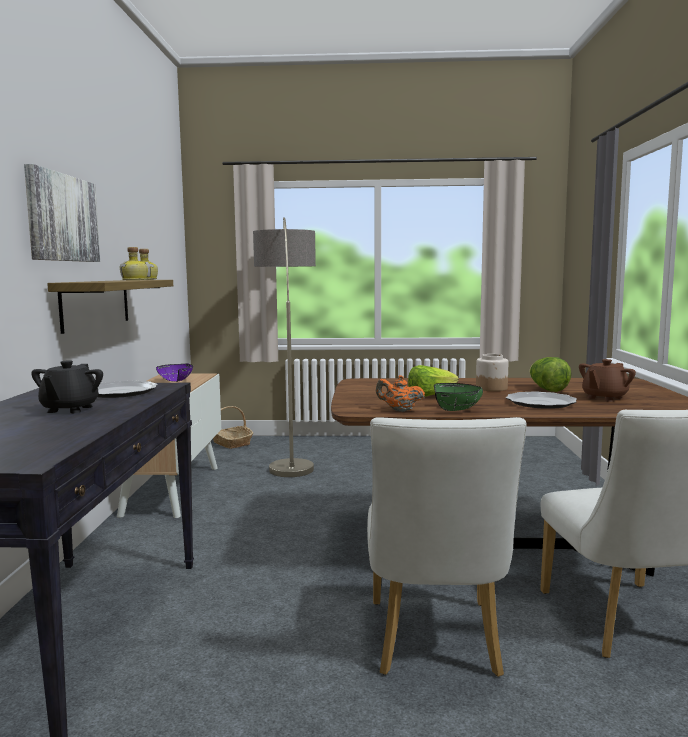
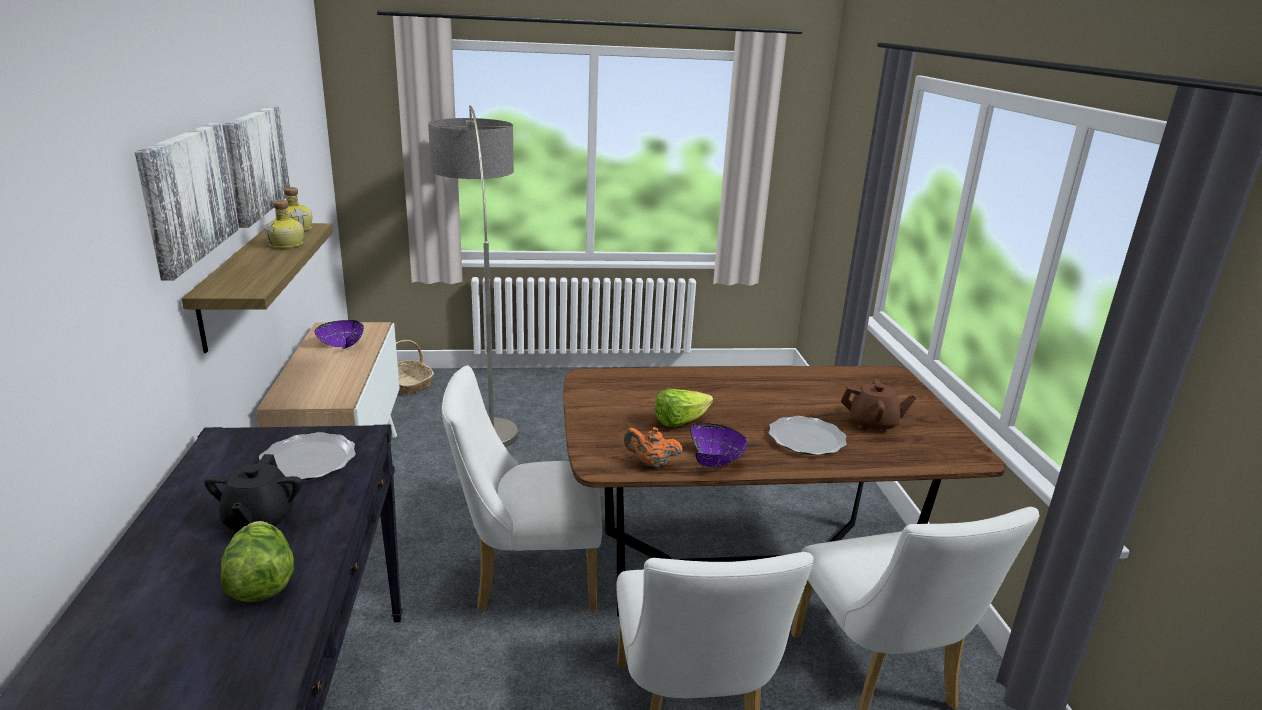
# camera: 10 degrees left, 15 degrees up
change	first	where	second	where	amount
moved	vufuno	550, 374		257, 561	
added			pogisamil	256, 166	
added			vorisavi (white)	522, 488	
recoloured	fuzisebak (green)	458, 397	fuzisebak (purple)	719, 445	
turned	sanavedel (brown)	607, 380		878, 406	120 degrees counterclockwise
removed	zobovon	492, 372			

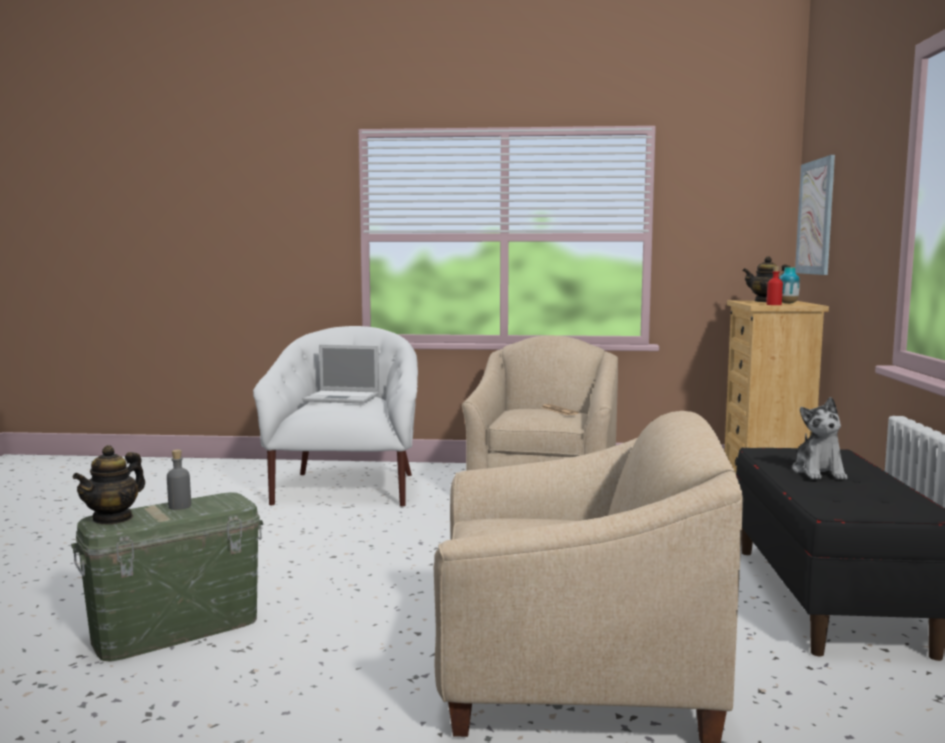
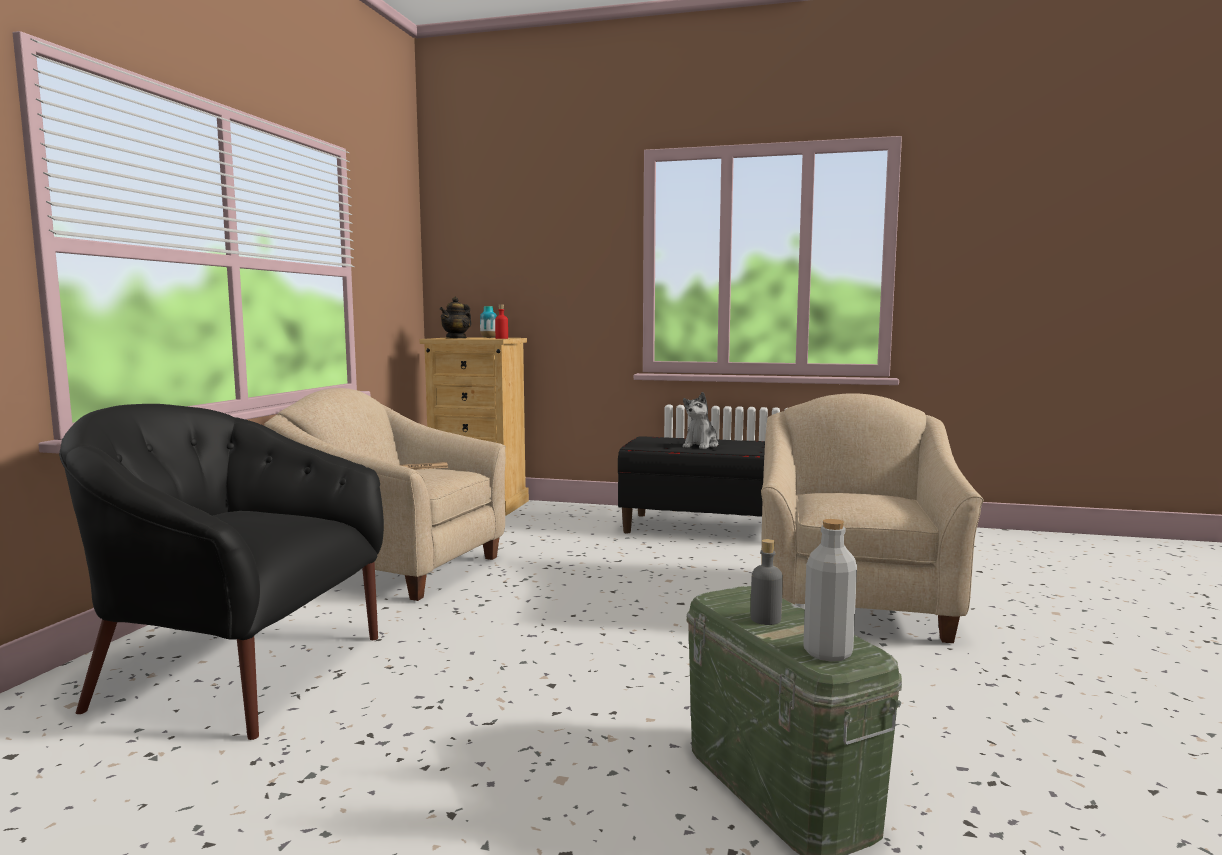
# camera: 80 degrees left, 0 degrees up
change	first	where	second	where	amount
recoloured	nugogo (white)	335, 416	nugogo (black)	221, 572	
turned	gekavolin	819, 438		700, 420	105 degrees clockwise
replaced	sanavedel	109, 485	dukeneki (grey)	830, 590	
removed	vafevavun	340, 374			
removed	pogisamil	815, 215			

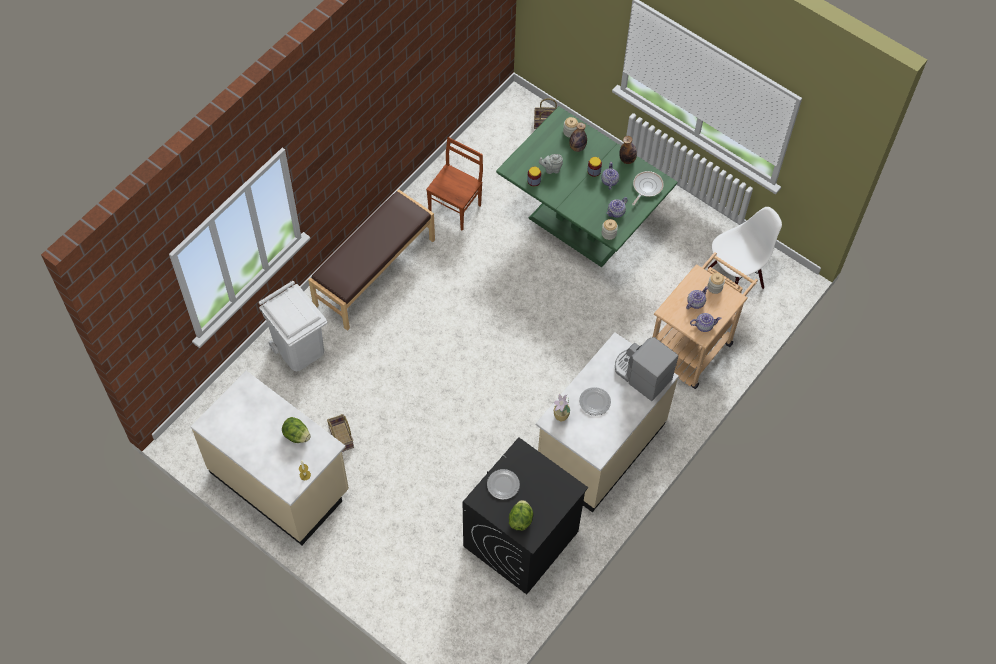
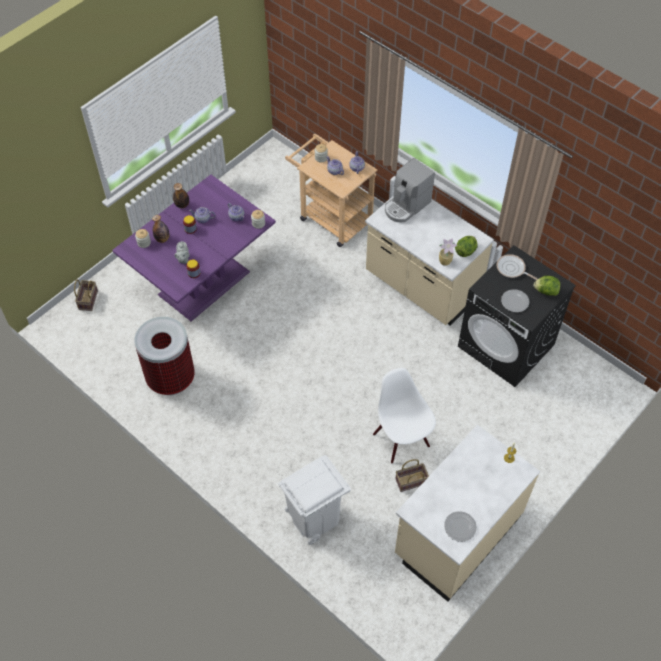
# camera: 85 degrees left, 5 degrees down
change	first	where	second	where	amount
recoloured	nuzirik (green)	586, 186	nuzirik (purple)	194, 248	
replaced	vorisavi (brown)	454, 184	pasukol	164, 356	
moved	vorisavi (white)	745, 248		404, 416	
moved	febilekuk	595, 401		460, 526	
moved	vufuno	296, 430		466, 246	
moved	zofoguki	648, 188		517, 267	
removed	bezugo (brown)	371, 260			

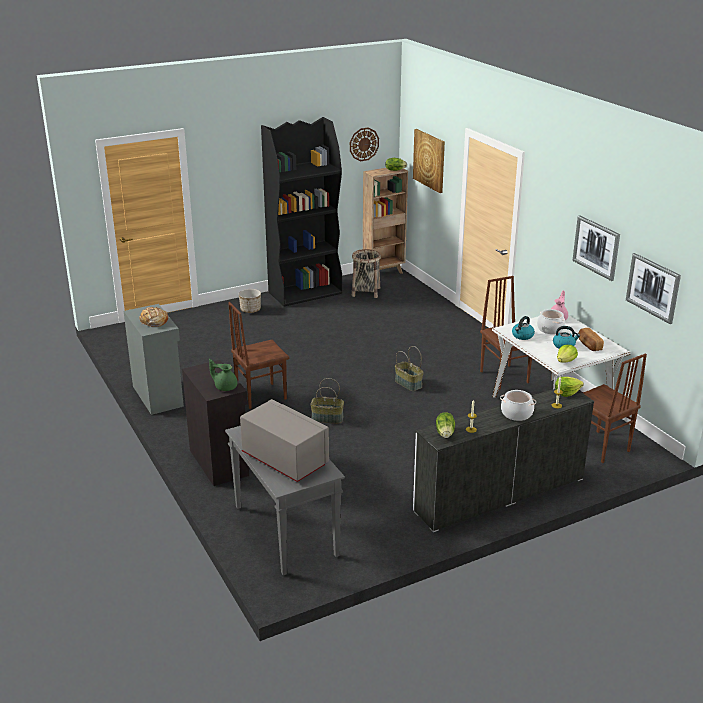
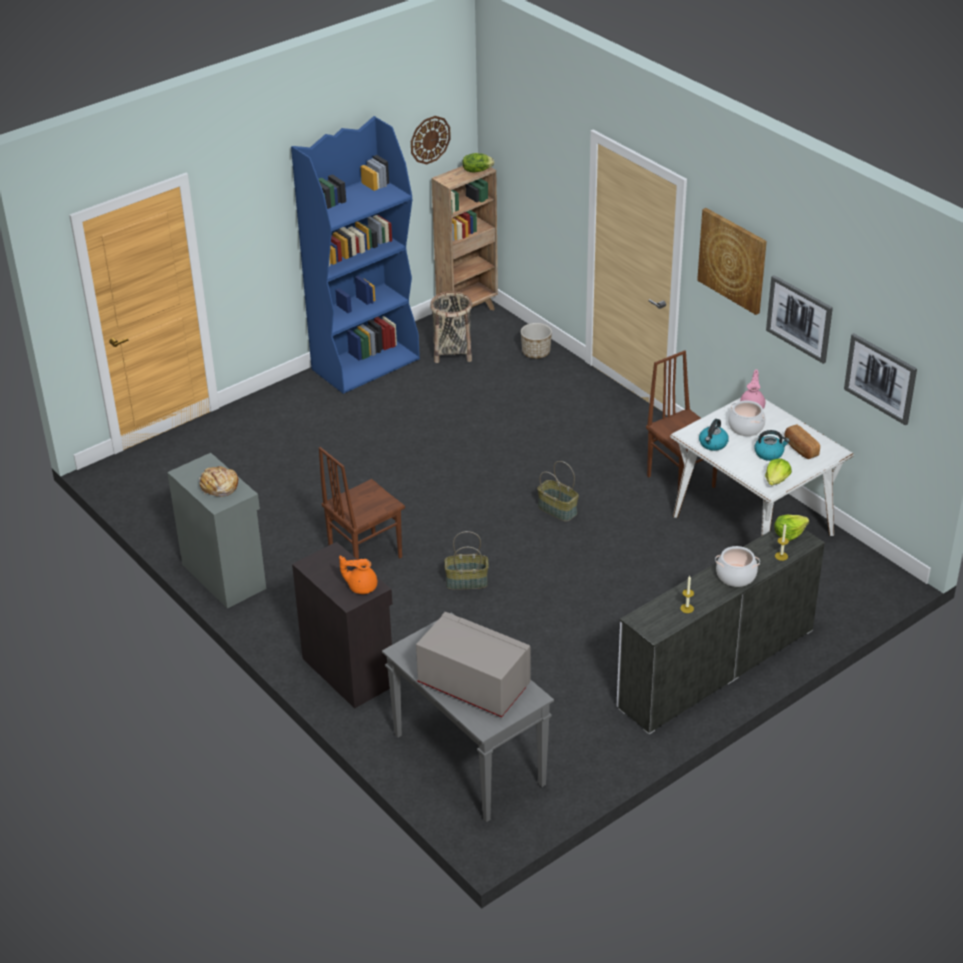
# camera: 10 degrees left, 10 degrees up
change	first	where	second	where	amount
recoloured	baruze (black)	301, 211	baruze (blue)	355, 255	
recoloured	sanavedel (green)	223, 375	sanavedel (orange)	358, 575	
moved	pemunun	250, 301		536, 341	
moved	pogisamil	429, 161		732, 261	
removed	vufuno	445, 425			
removed	vorisavi (brown)	615, 408			

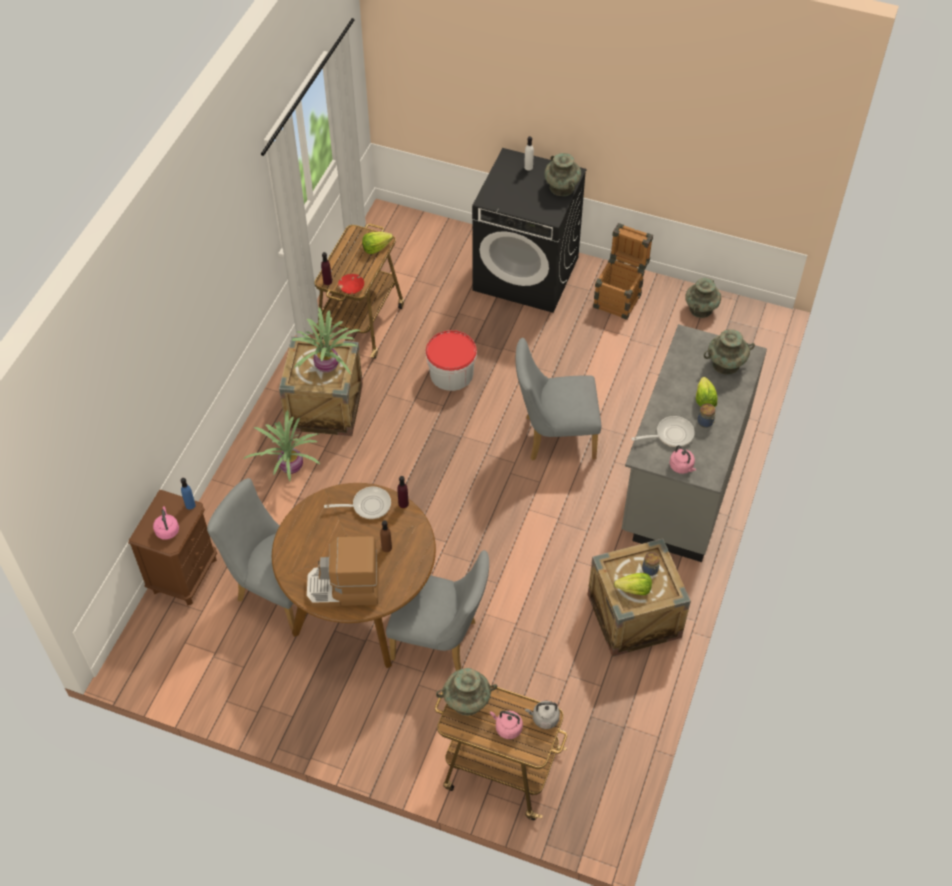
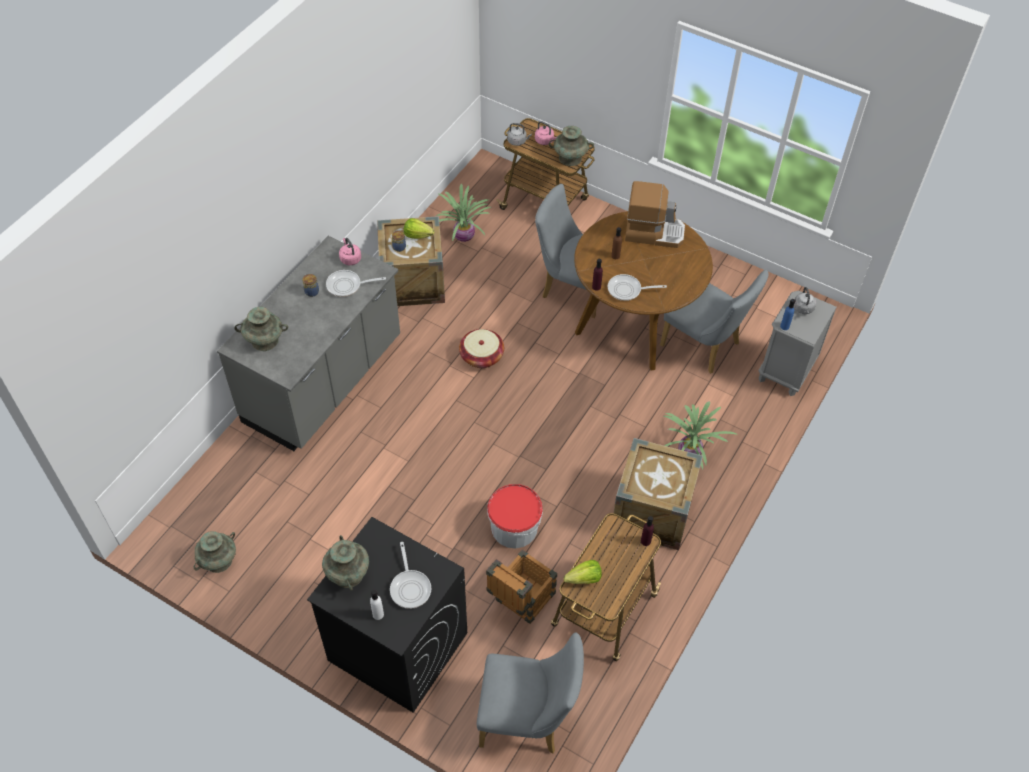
# camera: 170 degrees left, 0 degrees up
change	first	where	second	where	amount
added			zofoguki	410, 575	
moved	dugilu	325, 341		463, 213	
added			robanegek	481, 348	
moved	vorisavi (grey)	558, 399		530, 693	
moved	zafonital	623, 271		521, 587	
recoloured	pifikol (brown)	172, 548	pifikol (grey)	797, 343	
recoloured	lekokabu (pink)	166, 523	lekokabu (grey)	805, 300	
removed	fuzisebak (red)	351, 284			
removed	vufuno	707, 392			

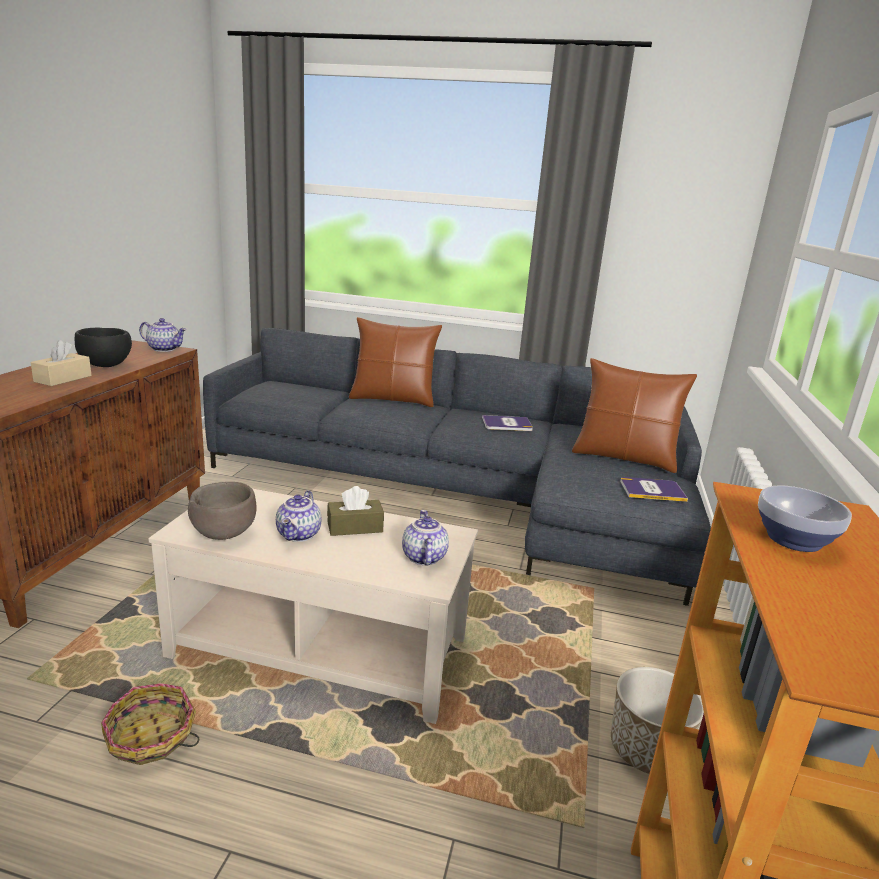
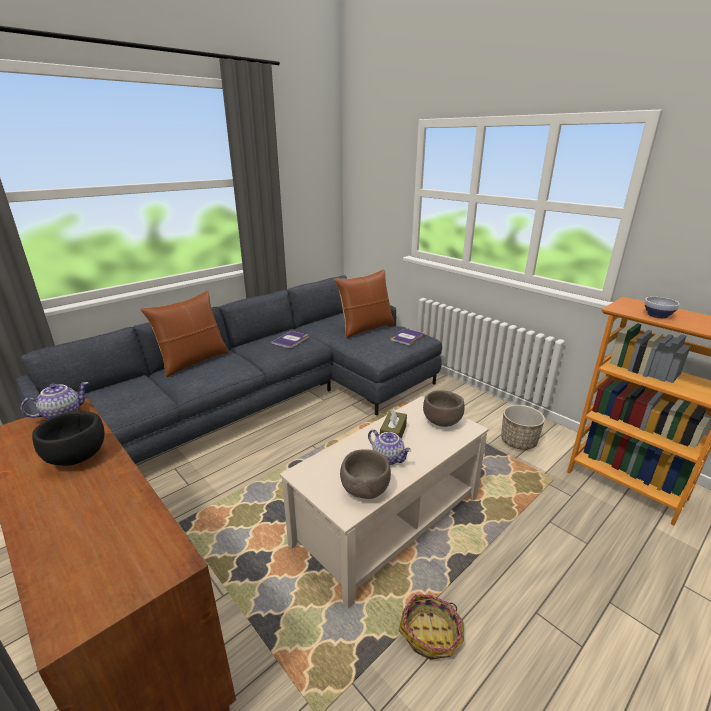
# camera: 55 degrees left, 5 degrees up
change	first	where	second	where	amount
replaced	sanavedel	425, 537	fuzisebak (brown)	444, 408	
removed	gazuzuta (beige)	61, 363			

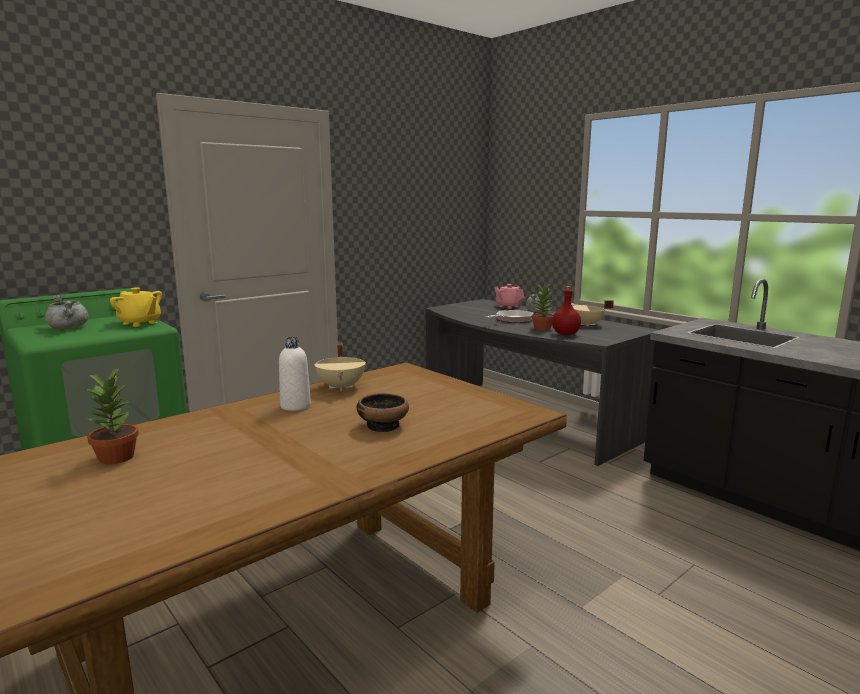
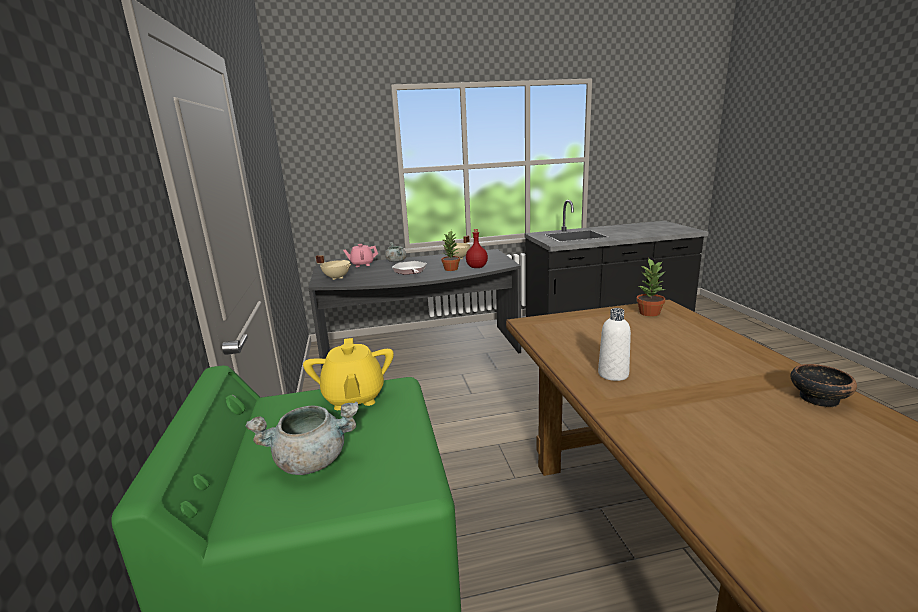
# camera: 60 degrees left, 5 degrees up
change	first	where	second	where	amount
turned	sanavedel (yellow)	136, 307		348, 374	105 degrees clockwise
moved	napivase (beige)	340, 366		333, 267	
moved	dugilu	111, 416		651, 288	
moved	fuzisebak	383, 412		823, 385	

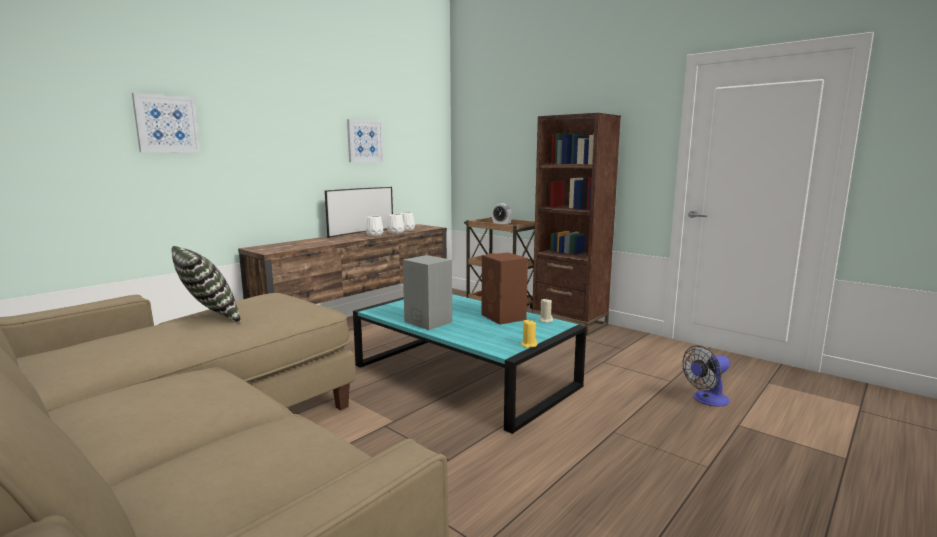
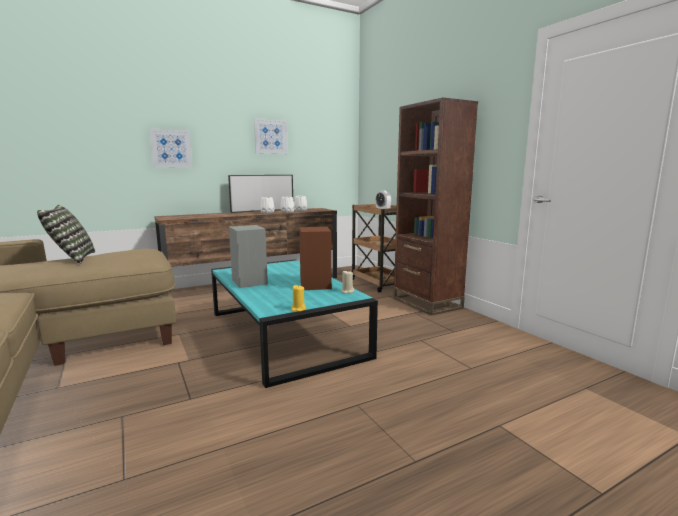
# camera: 20 degrees right, 0 degrees up
change	first	where	second	where	amount
moved	pogisamil	166, 123		171, 148	
removed	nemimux	706, 375			

